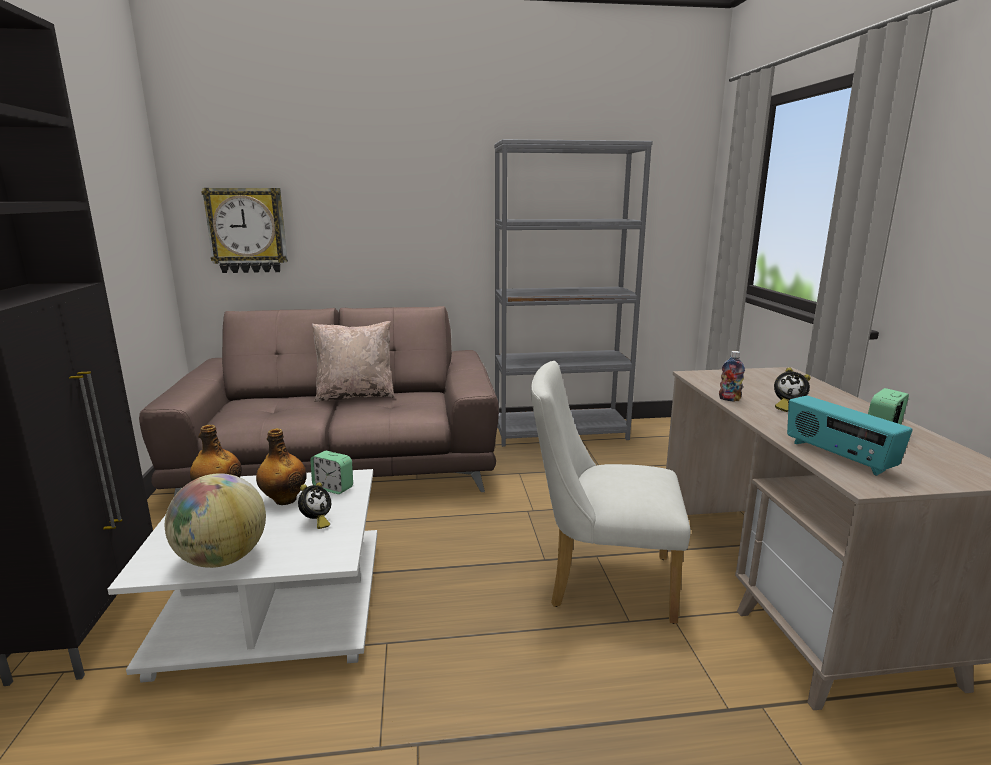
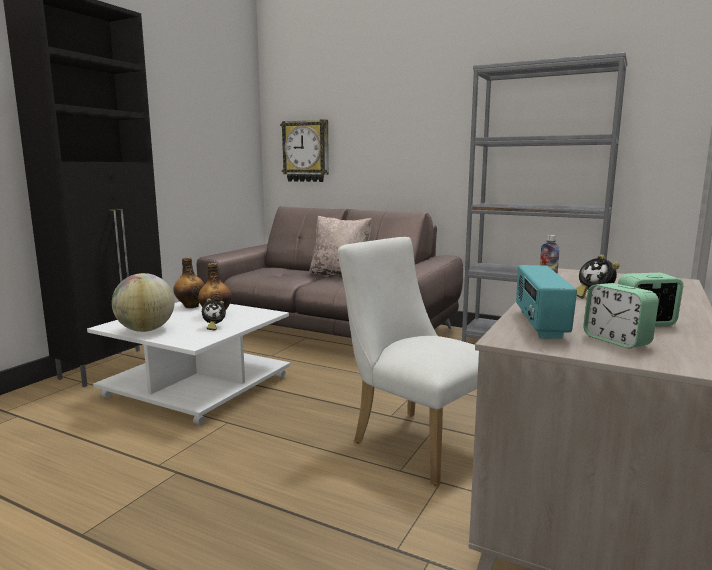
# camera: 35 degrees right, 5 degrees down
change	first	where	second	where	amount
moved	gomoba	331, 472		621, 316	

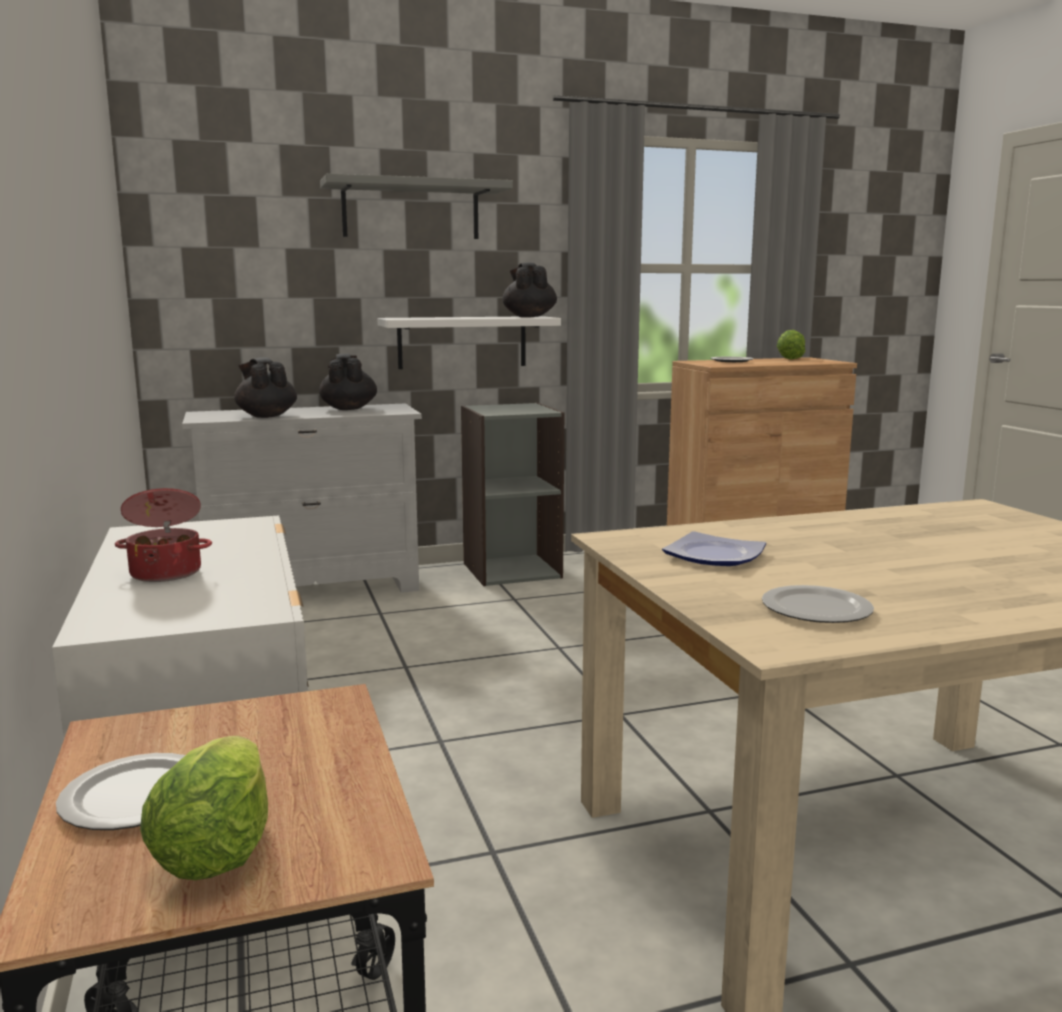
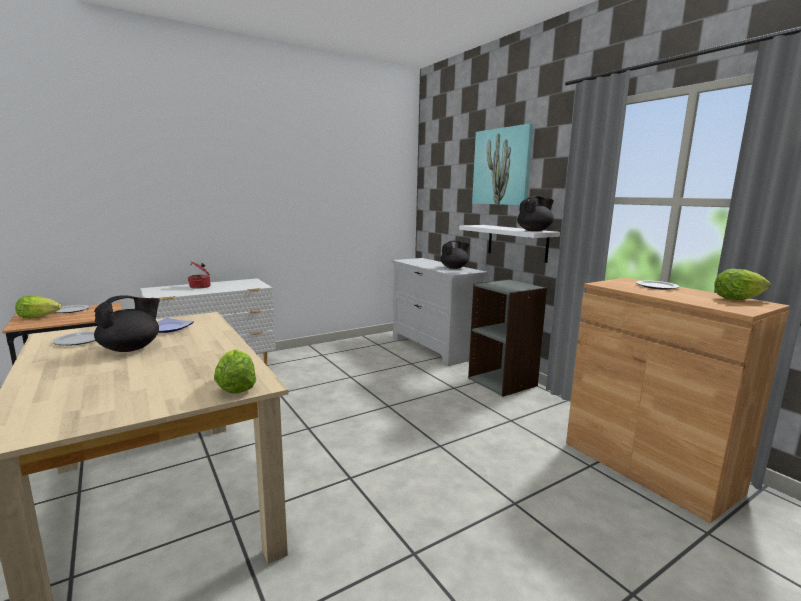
# camera: 75 degrees right, 0 degrees up
change	first	where	second	where	amount
moved	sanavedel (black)	265, 387		127, 323	
added			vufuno	235, 371	
replaced	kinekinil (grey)	416, 206	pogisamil	502, 164	

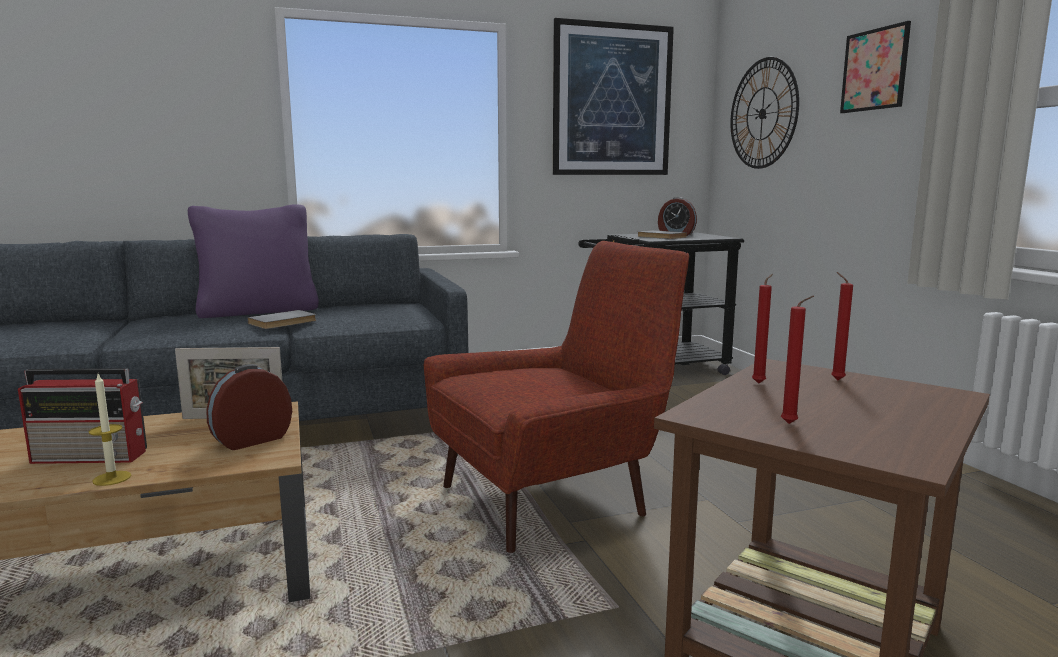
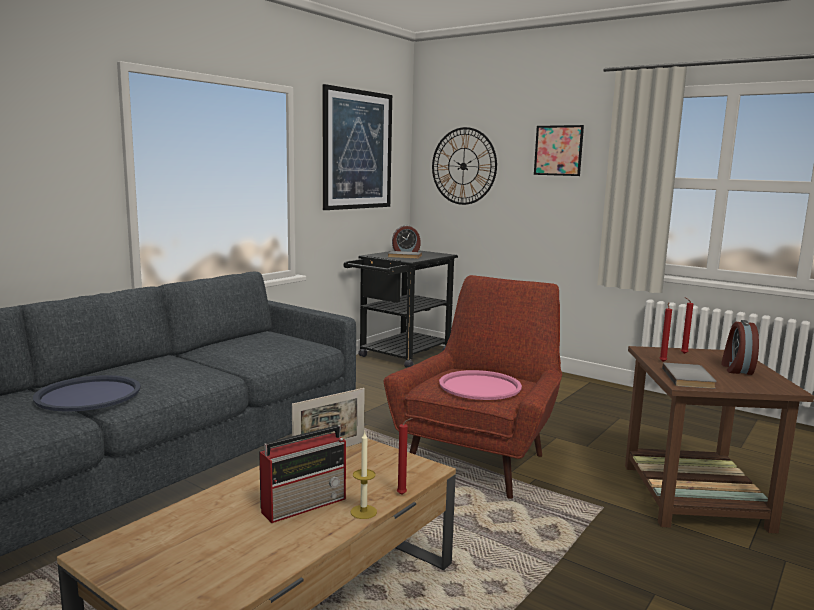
# camera: 35 degrees left, 0 degrees up
change	first	where	second	where	amount
added			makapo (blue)	87, 393	
moved	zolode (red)	797, 360		404, 456	
added			makapo (pink)	480, 385	
moved	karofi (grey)	282, 319		689, 376	
moved	gomoba	249, 407		740, 347	
removed	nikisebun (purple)	253, 261			

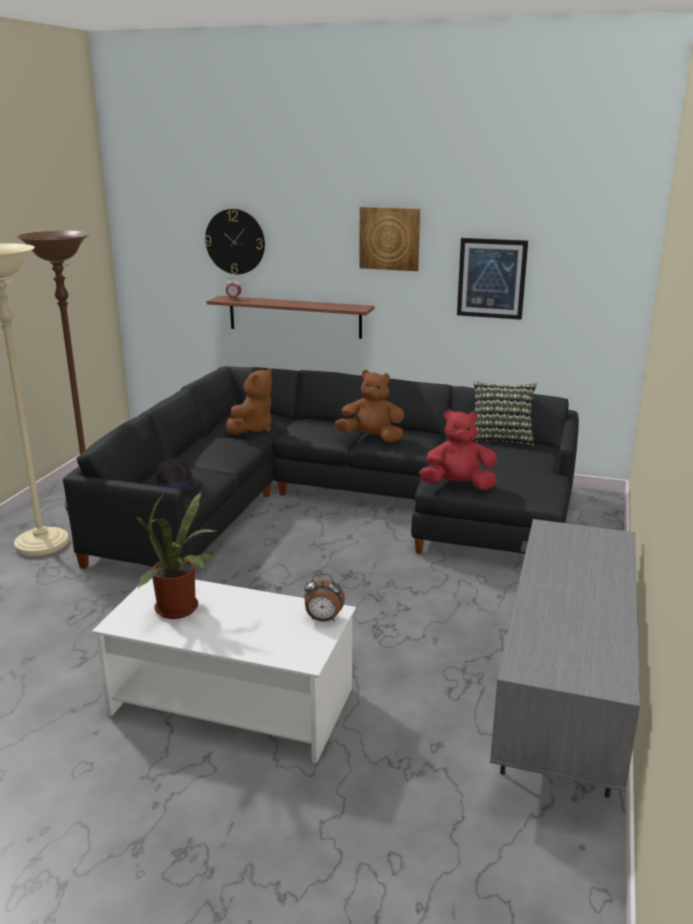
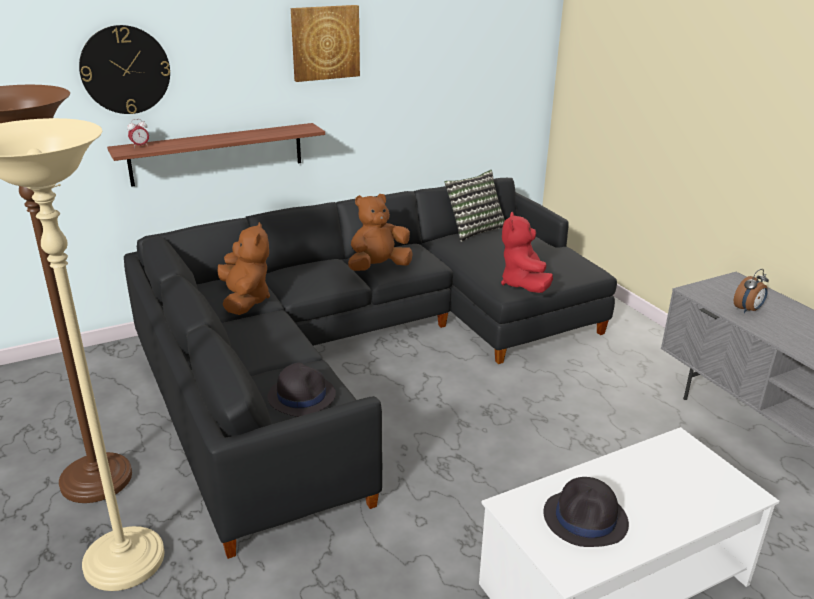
# camera: 45 degrees left, 5 degrees up
change	first	where	second	where	amount
turned	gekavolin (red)	458, 449		527, 252	45 degrees counterclockwise
replaced	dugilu	176, 555	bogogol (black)	586, 512	
moved	gomoba	324, 597		751, 291	
removed	pogisamil	492, 279			

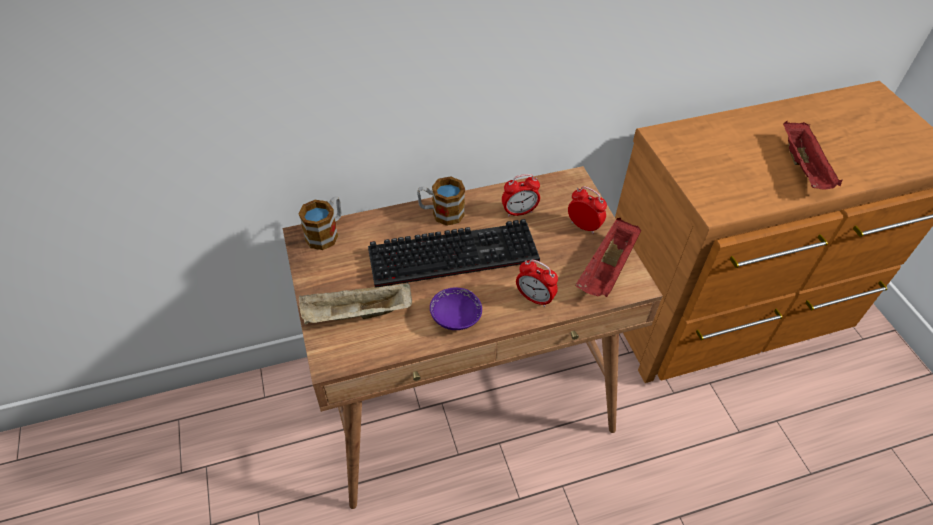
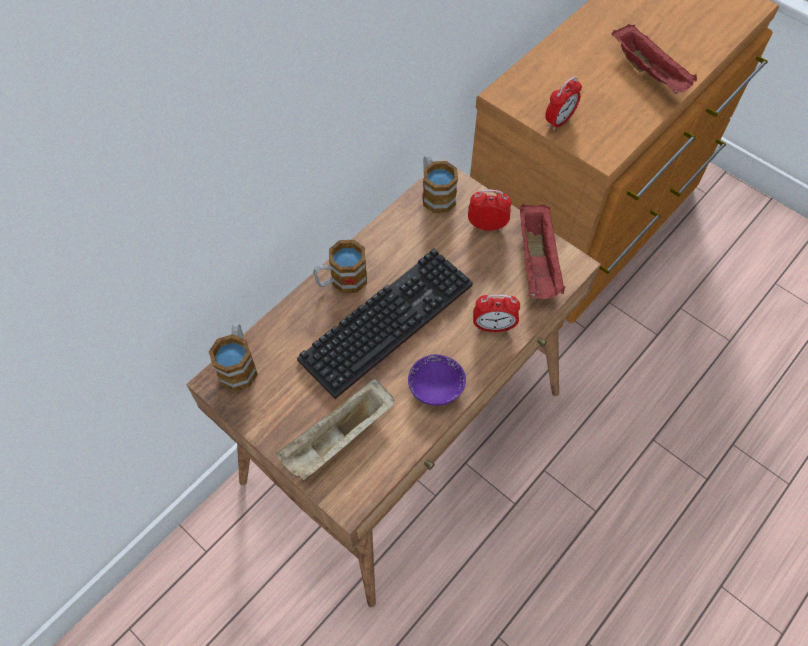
# camera: 30 degrees left, 10 degrees up
change	first	where	second	where	amount
added			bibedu	440, 184	
moved	gomoba	521, 195		563, 103	

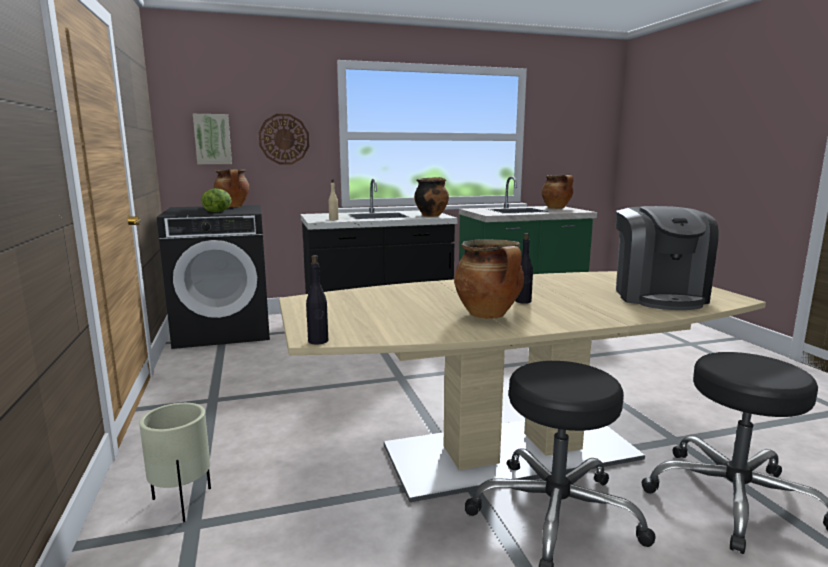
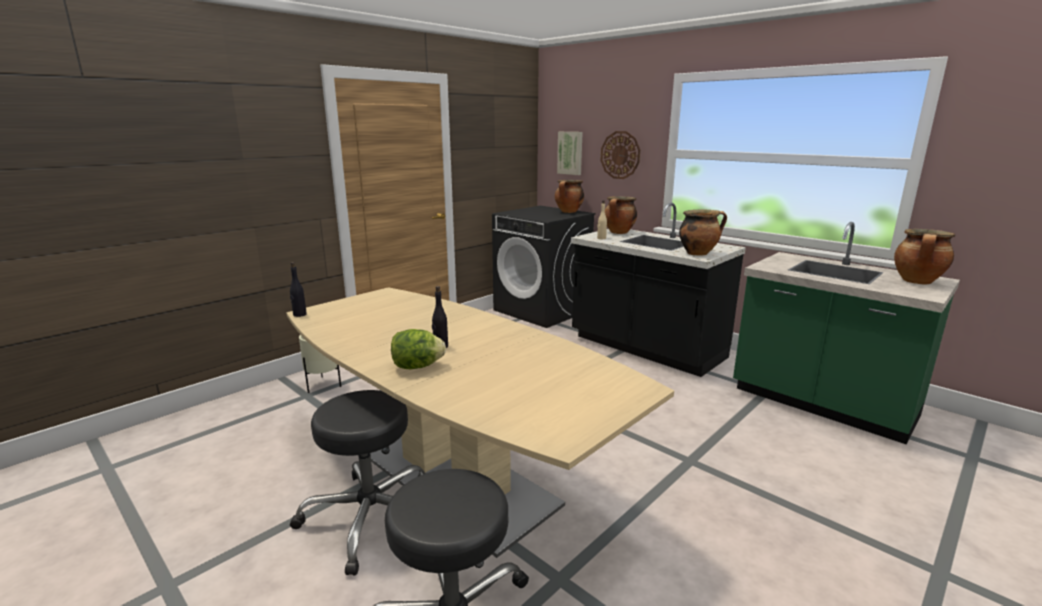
# camera: 60 degrees right, 5 degrees up
change	first	where	second	where	amount
moved	vufuno	216, 200		418, 349	
moved	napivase	489, 279		621, 215	
removed	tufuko	667, 258			

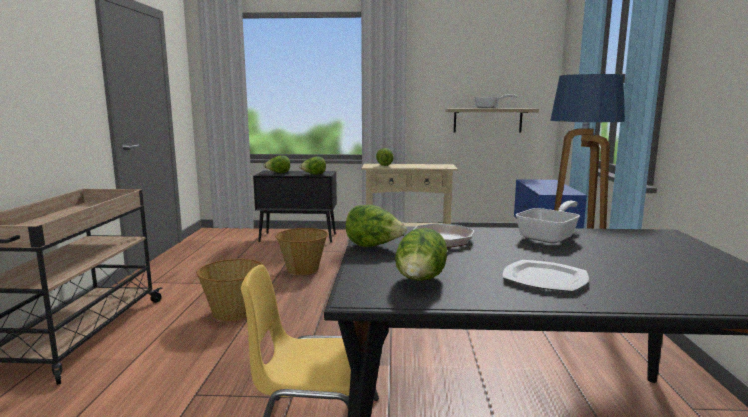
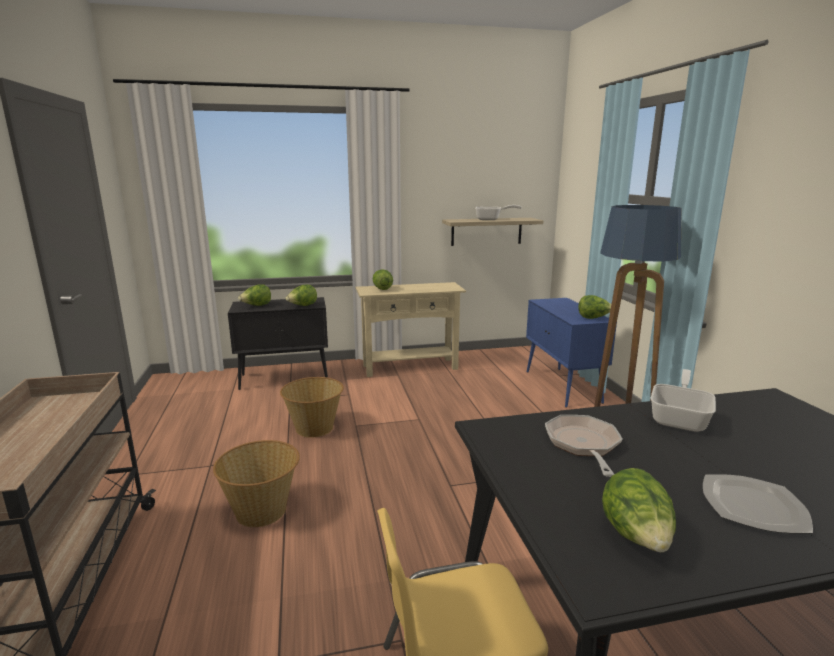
# camera: 15 degrees left, 5 degrees up
change	first	where	second	where	amount
moved	vufuno	376, 226		594, 307	

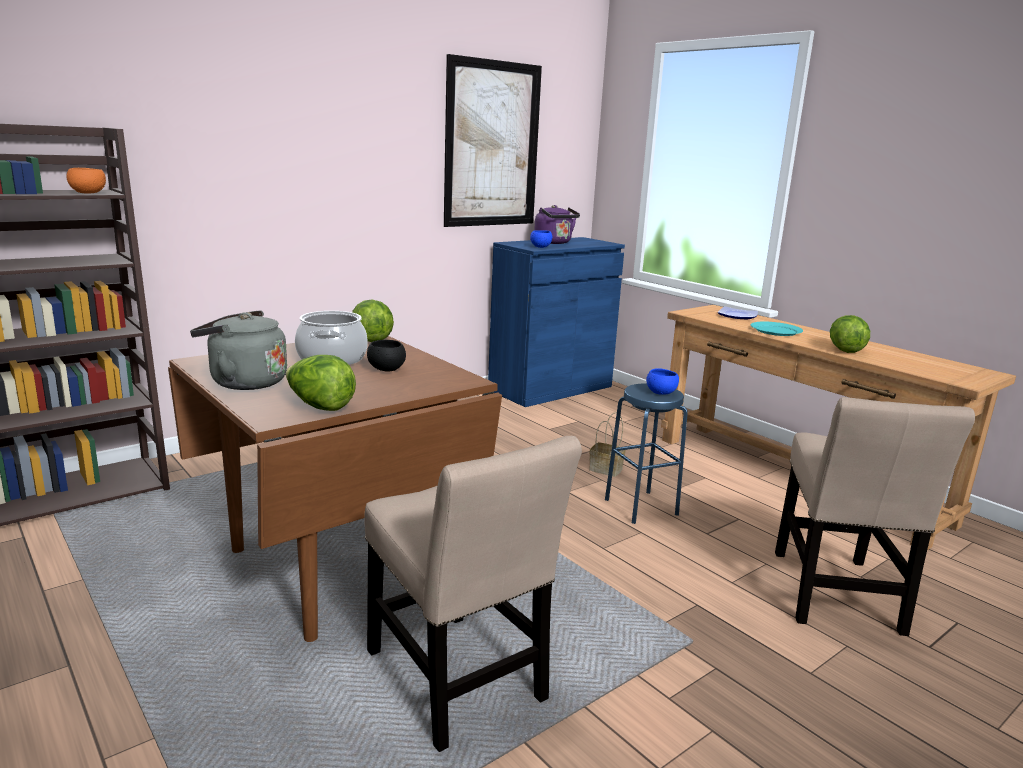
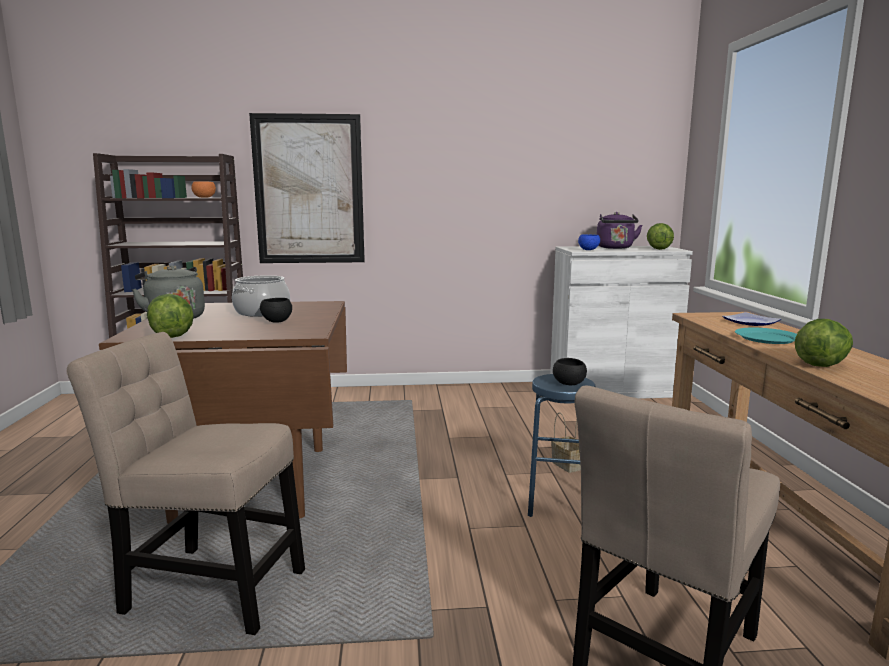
# camera: 35 degrees right, 5 degrees down
change	first	where	second	where	amount
turned	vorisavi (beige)	473, 594		186, 483	105 degrees clockwise
moved	pogisamil	493, 140		307, 188	
recoloured	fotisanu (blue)	556, 322	fotisanu (white)	621, 322	
recoloured	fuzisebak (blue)	662, 381	fuzisebak (black)	570, 371	
moved	vufuno	373, 320		660, 236	

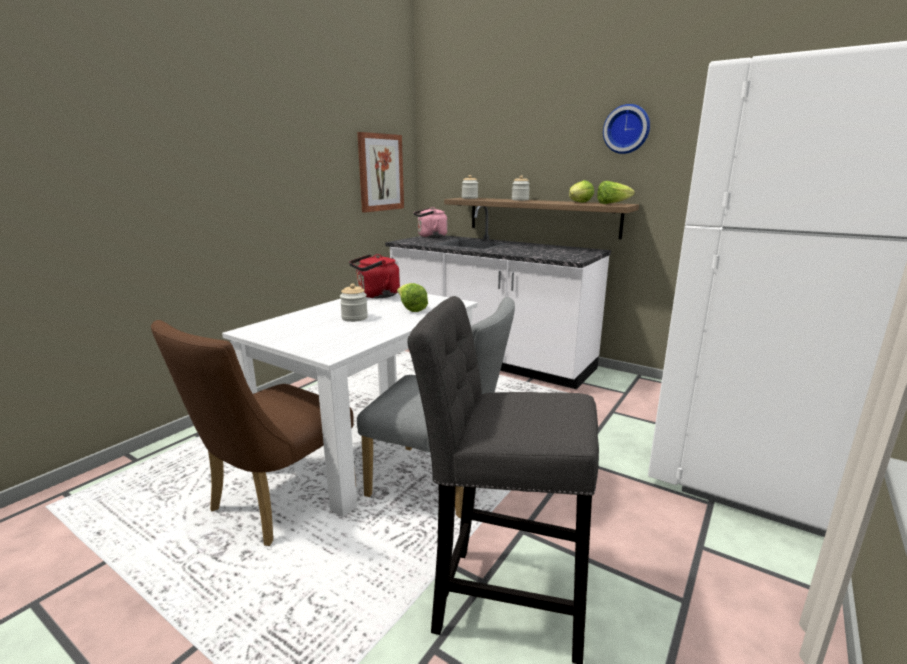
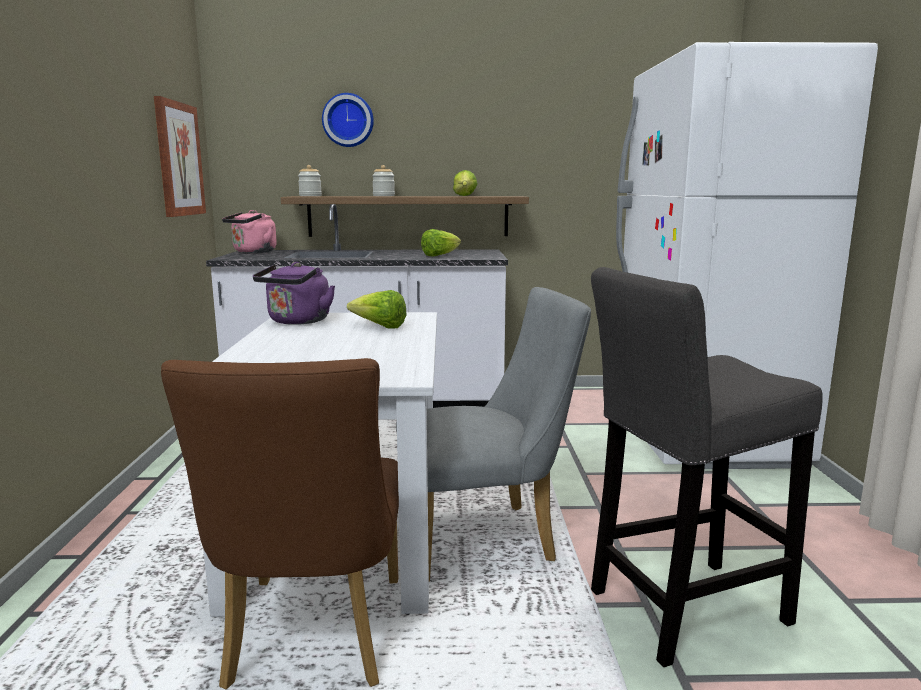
# camera: 35 degrees left, 5 degrees down
change	first	where	second	where	amount
recoloured	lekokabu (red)	374, 276	lekokabu (purple)	294, 293	
moved	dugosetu	626, 129		348, 120	
moved	vufuno	616, 192		441, 243	
removed	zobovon	354, 303			

